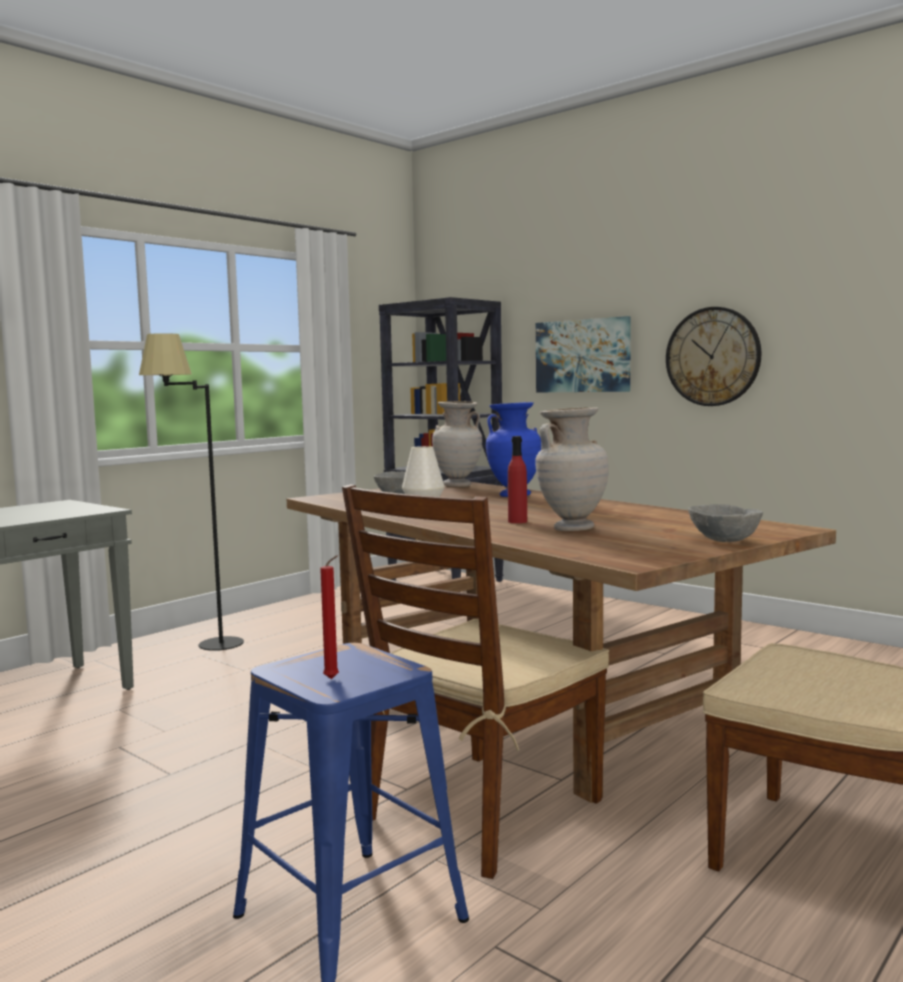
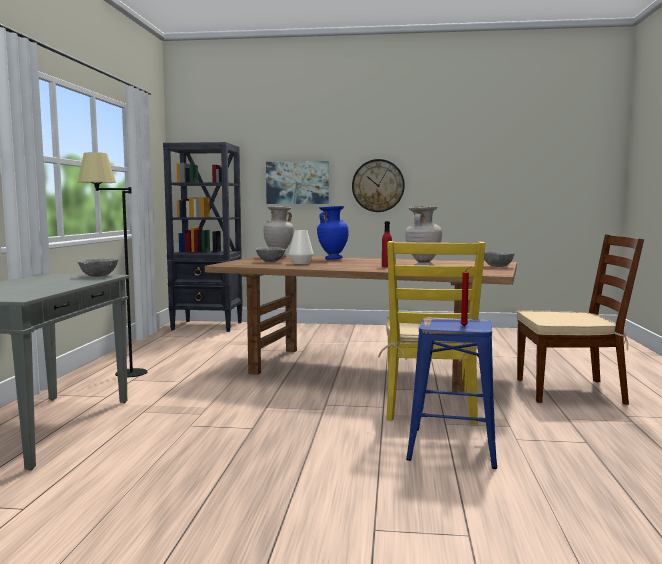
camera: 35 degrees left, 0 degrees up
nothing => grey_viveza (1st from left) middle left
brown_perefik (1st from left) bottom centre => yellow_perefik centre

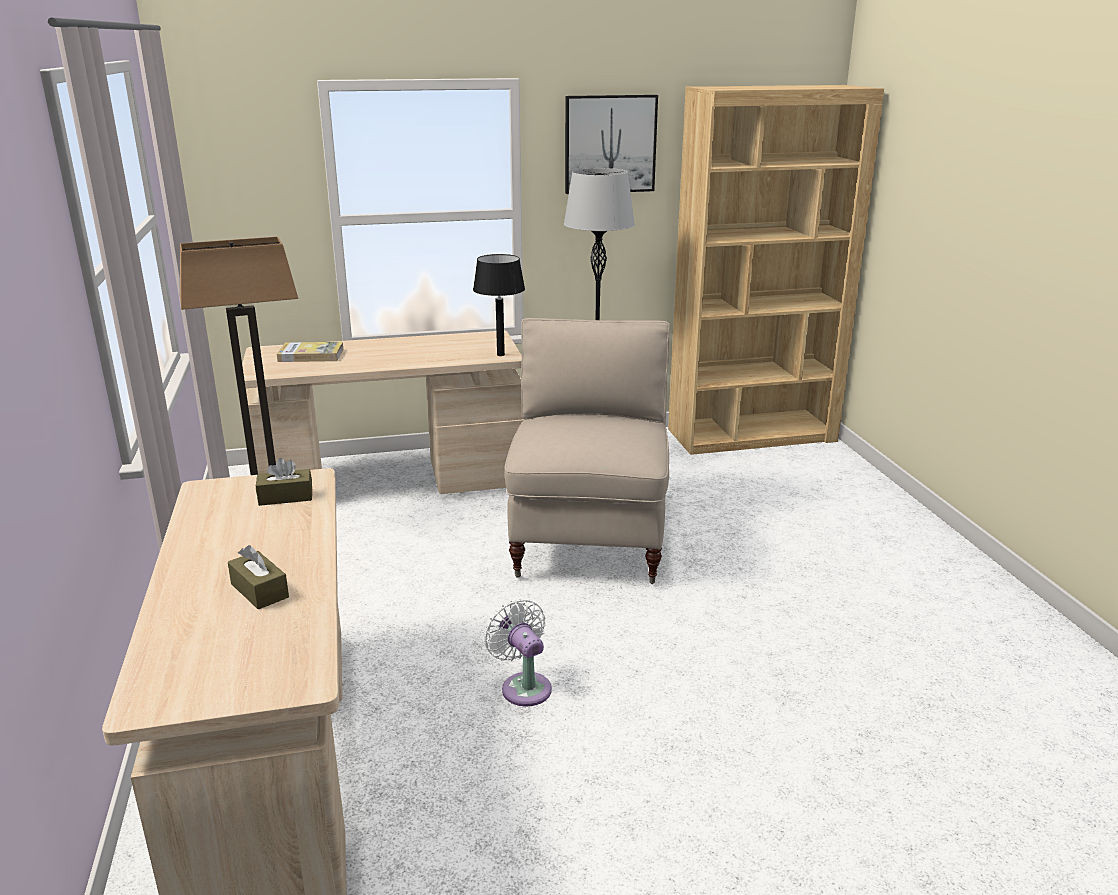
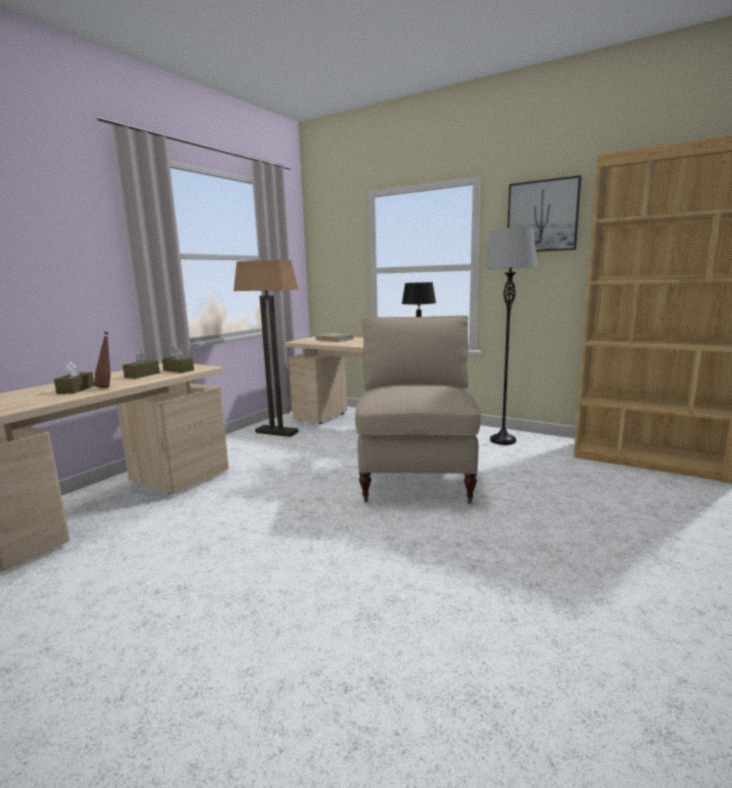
camera: 45 degrees right, 10 degrees down
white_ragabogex bottom centre => nothing
nothing => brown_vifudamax middle left
nothing => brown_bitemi (2nd from left) middle left
beige_perefik centre, 45 degrees counterclockwise

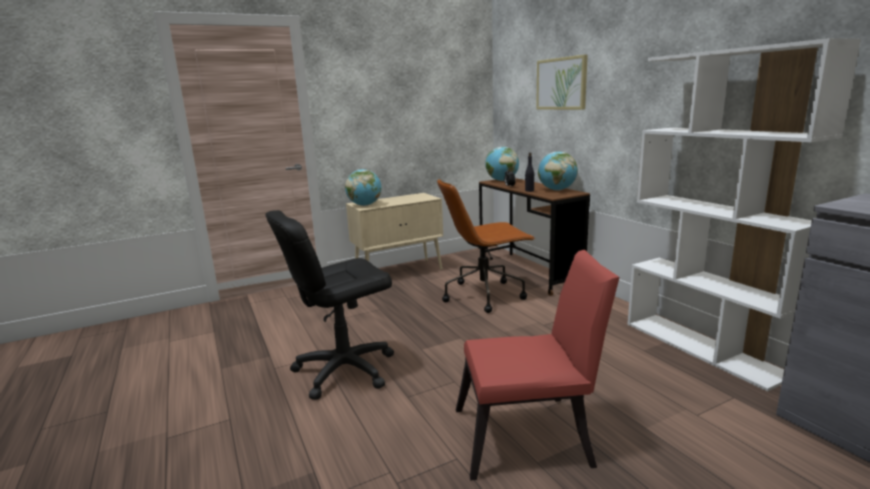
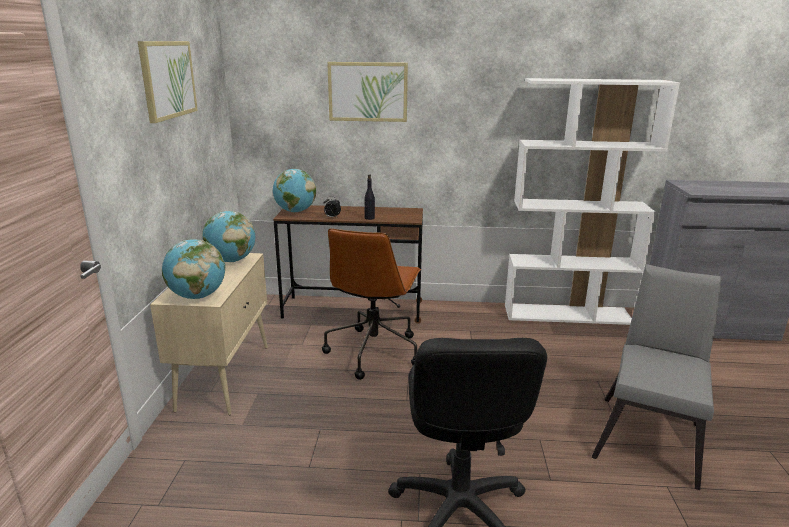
camera: 60 degrees left, 5 degrees up
nothing => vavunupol (1st from left) top left
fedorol (3rd from left in the first image) centre => fedorol (2nd from left) middle left, move
red_perefik bottom centre => grey_perefik bottom right

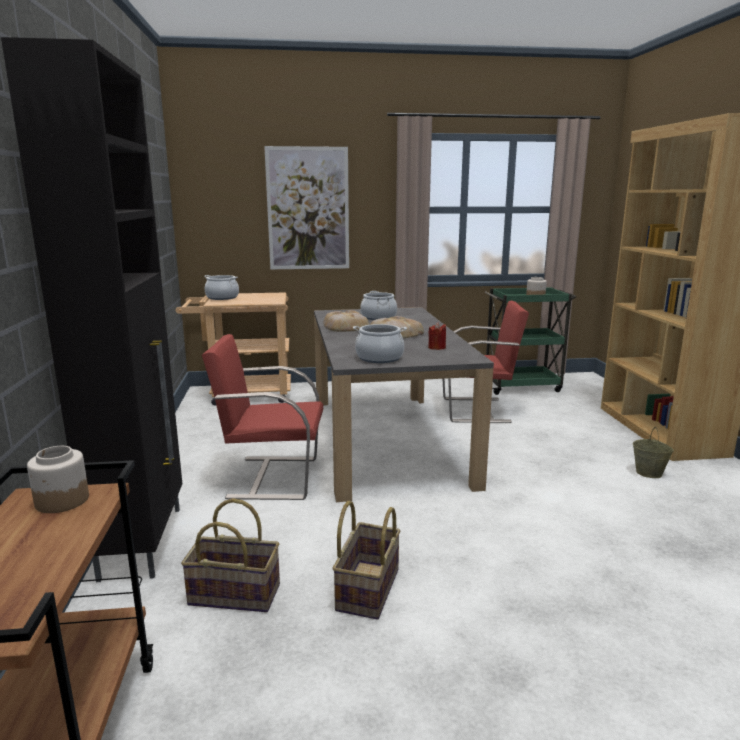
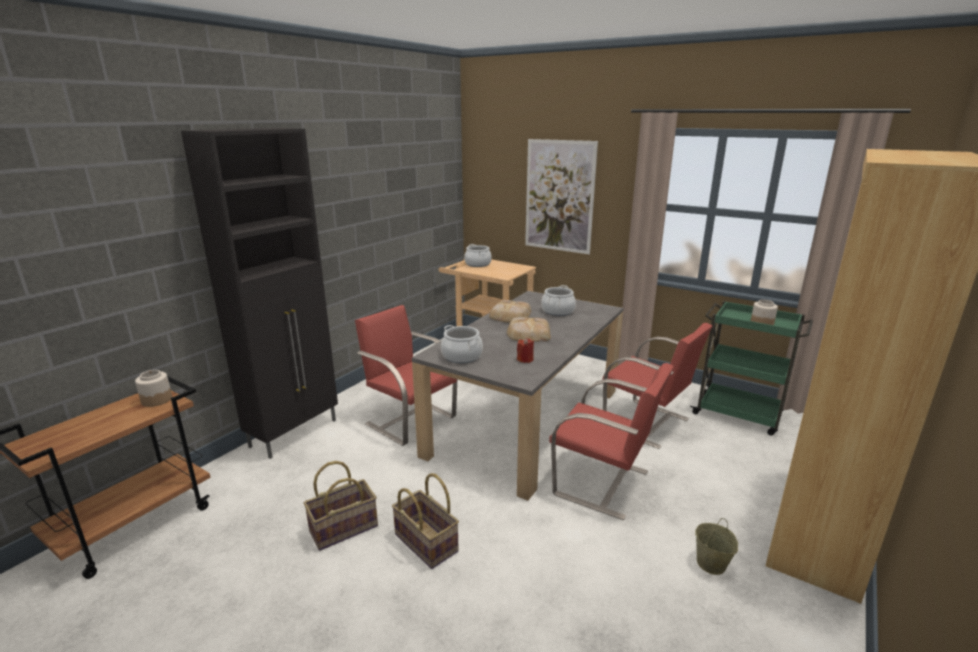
camera: 40 degrees right, 5 degrees up
nothing => red_perefik (2nd from left) bottom centre
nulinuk (1st from left in the first image) bottom left => nulinuk (2nd from left) bottom centre, move

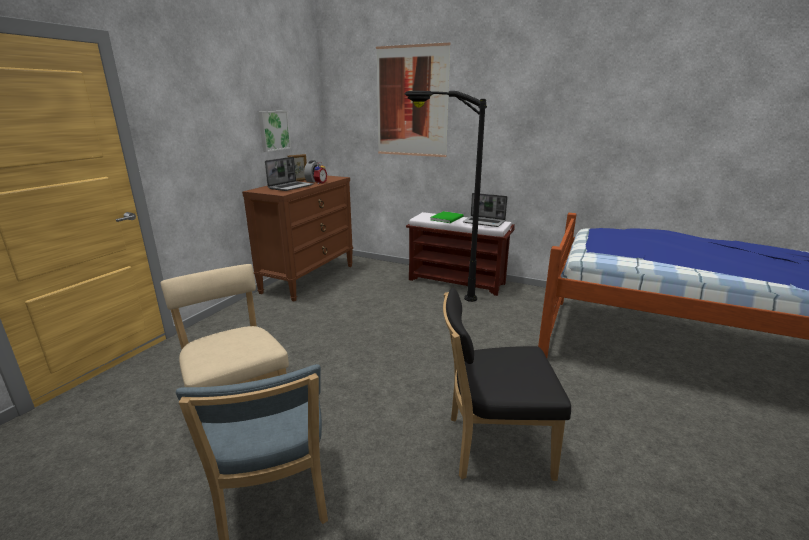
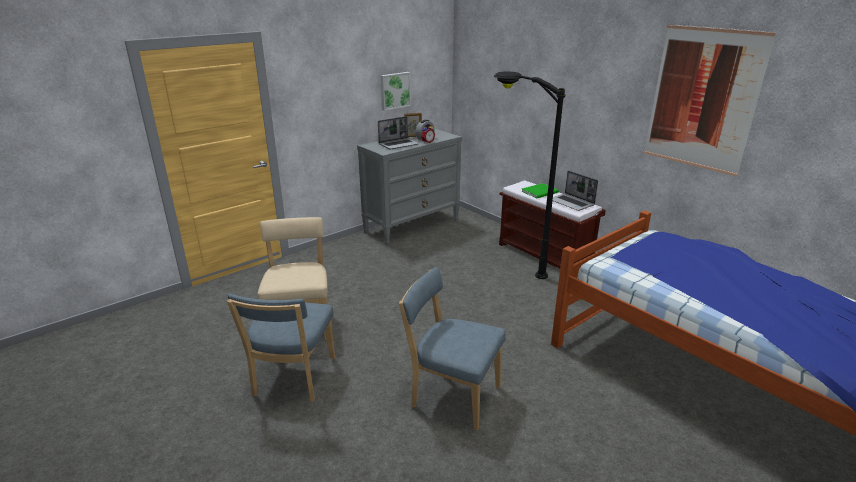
camera: 25 degrees right, 5 degrees up
vavunupol (2nd from left) top centre => vavunupol (2nd from left) top right, move
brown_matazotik centre => grey_matazotik centre
black_perefik bottom centre => blue_perefik (2nd from left) bottom centre

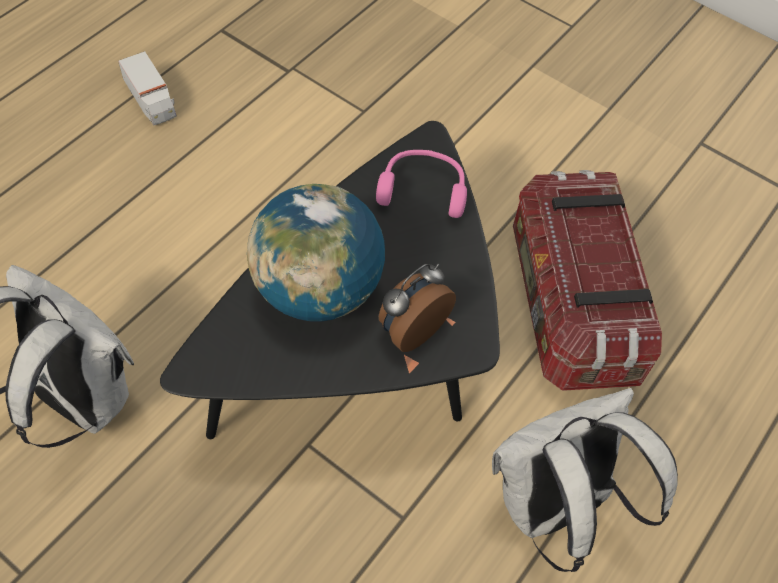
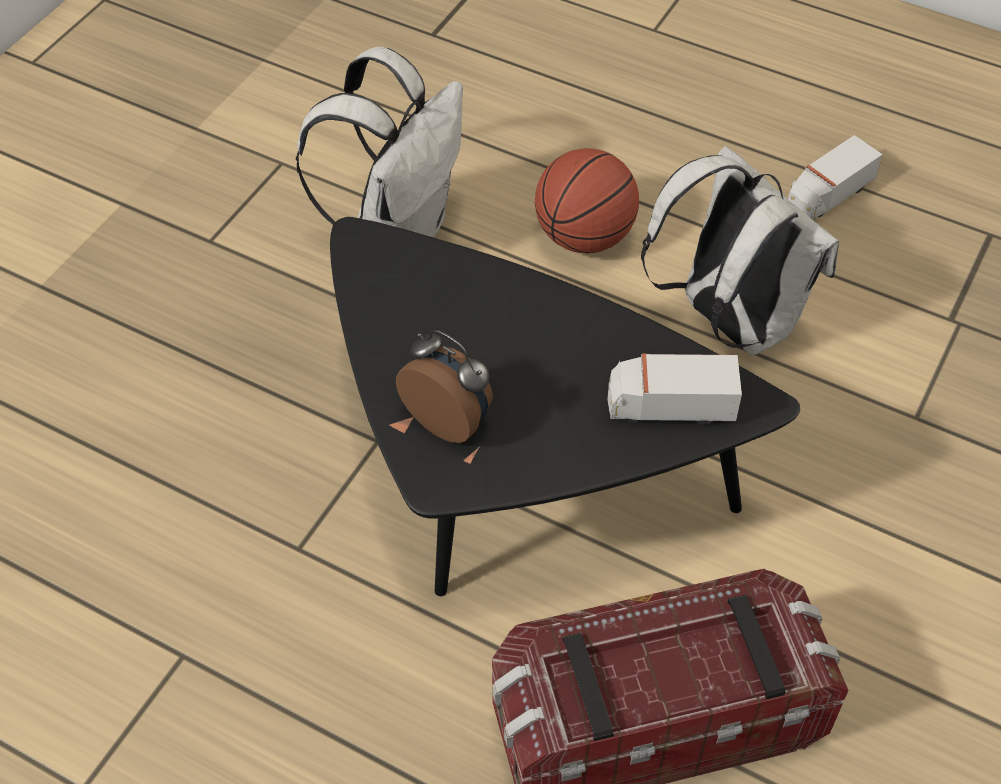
camera: 85 degrees right, 5 degrees down
fedorol centre => nothing
nothing => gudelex top centre
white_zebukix (2nd from left) bottom right => white_zebukix (2nd from left) top right, move
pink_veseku top centre => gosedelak (1st from left) middle right

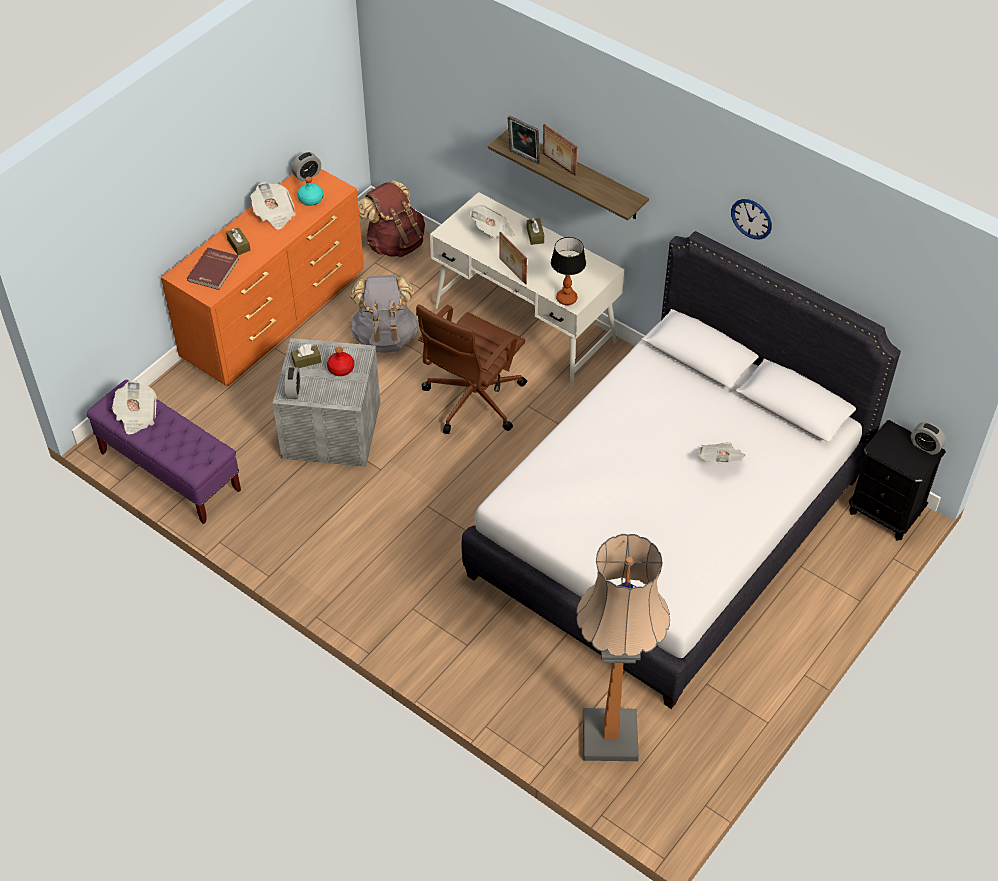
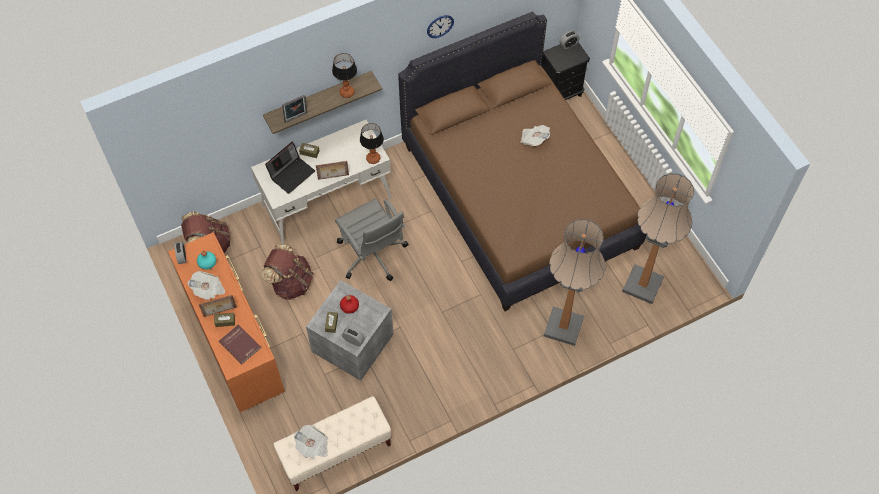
camera: 65 degrees left, 10 degrees up
nothing => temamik (1st from left) top centre
nothing => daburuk (1st from left) centre
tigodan (3rd from left in the first image) top centre => tigodan (1st from left) middle left, move
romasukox (3rd from left) top centre => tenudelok middle left
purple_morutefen middle left => beige_morutefen bottom centre
grey_zebukix centre => brown_zebukix (2nd from left) middle left
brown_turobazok centre => grey_turobazok centre
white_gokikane middle right => brown_gokikane top centre

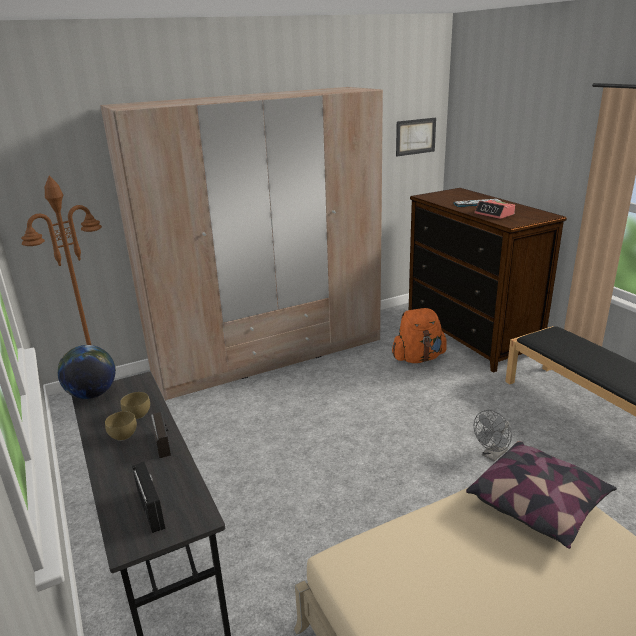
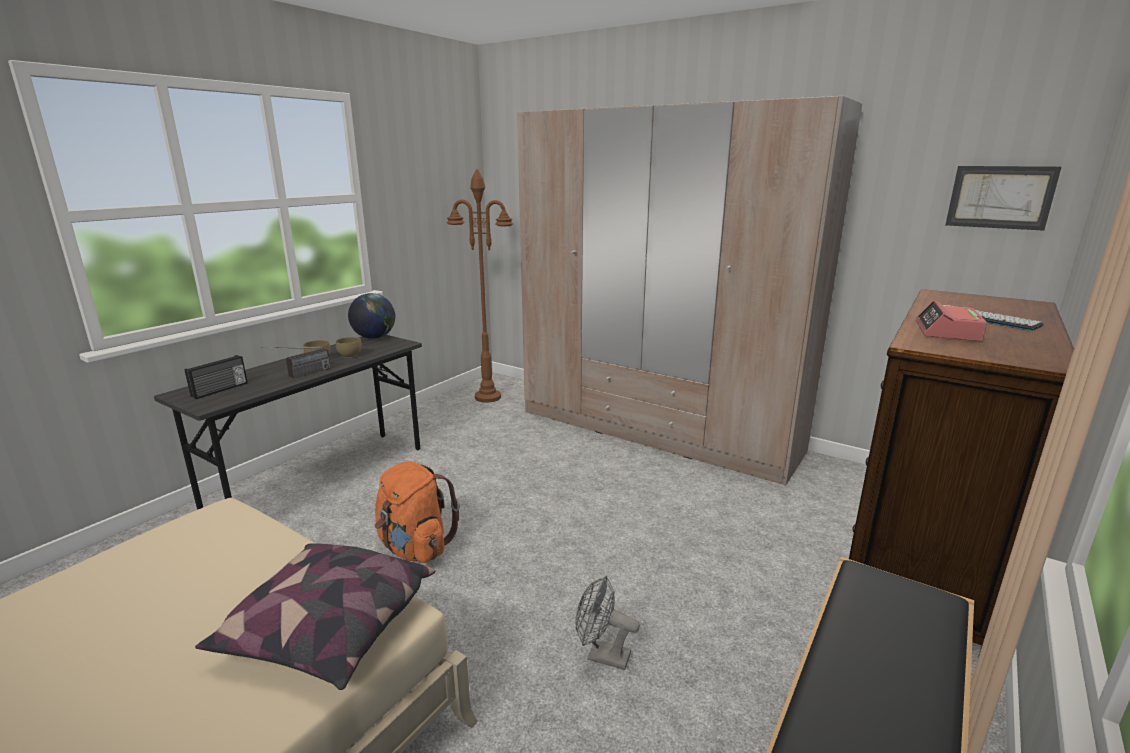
camera: 60 degrees right, 5 degrees down
orange_zebukix centre => orange_zebukix bottom centre, move

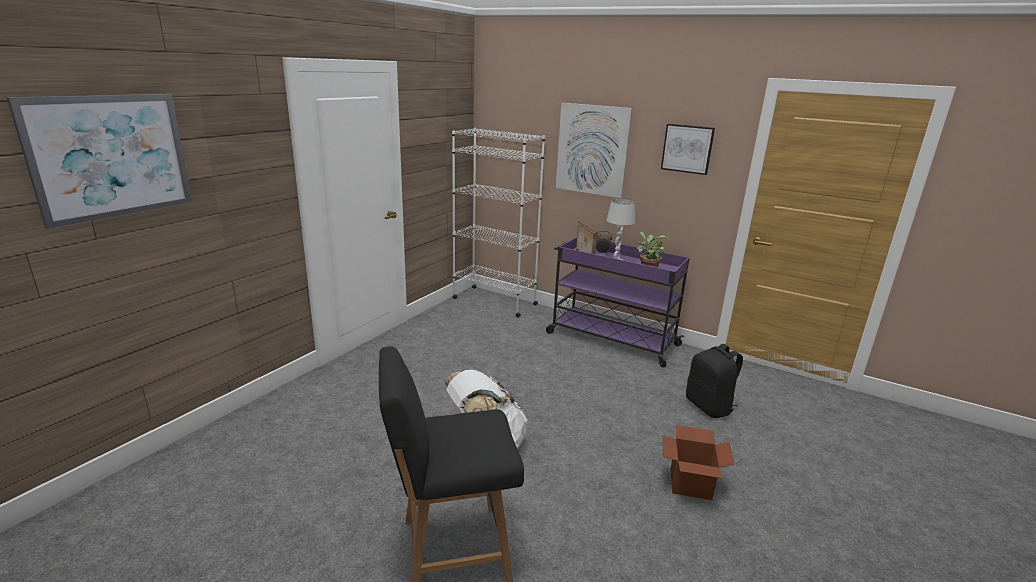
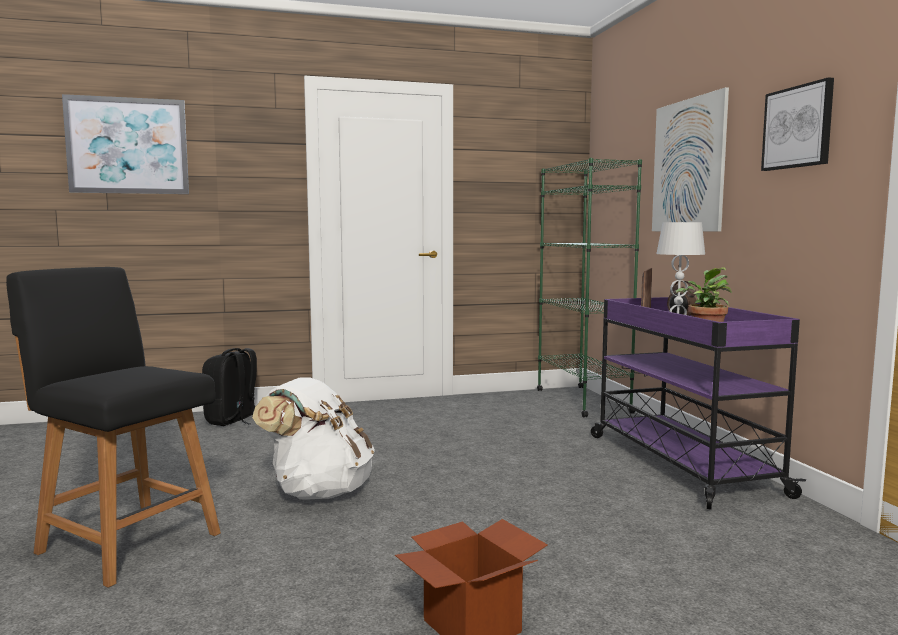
camera: 45 degrees right, 15 degrees down
black_zebukix middle right => black_zebukix middle left, move
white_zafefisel centre => green_zafefisel centre

